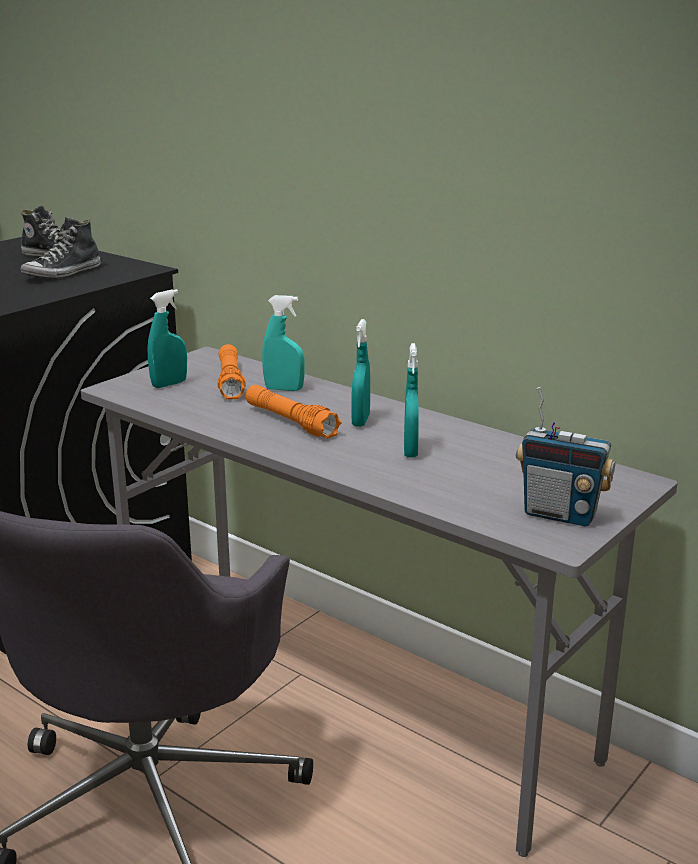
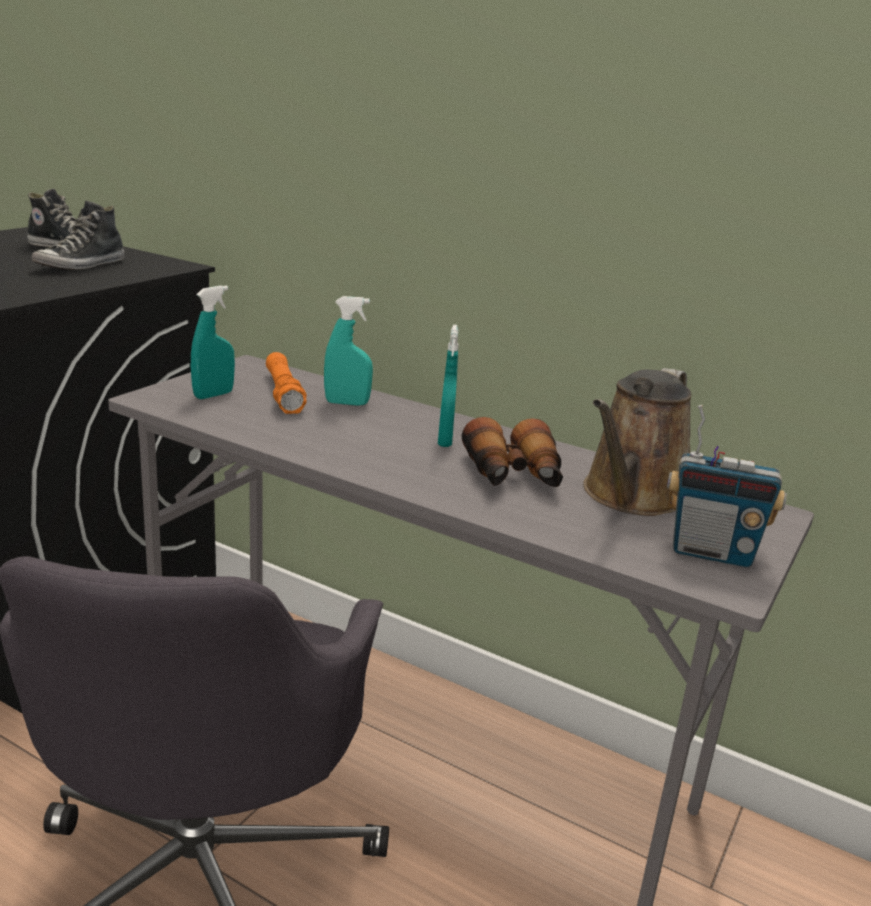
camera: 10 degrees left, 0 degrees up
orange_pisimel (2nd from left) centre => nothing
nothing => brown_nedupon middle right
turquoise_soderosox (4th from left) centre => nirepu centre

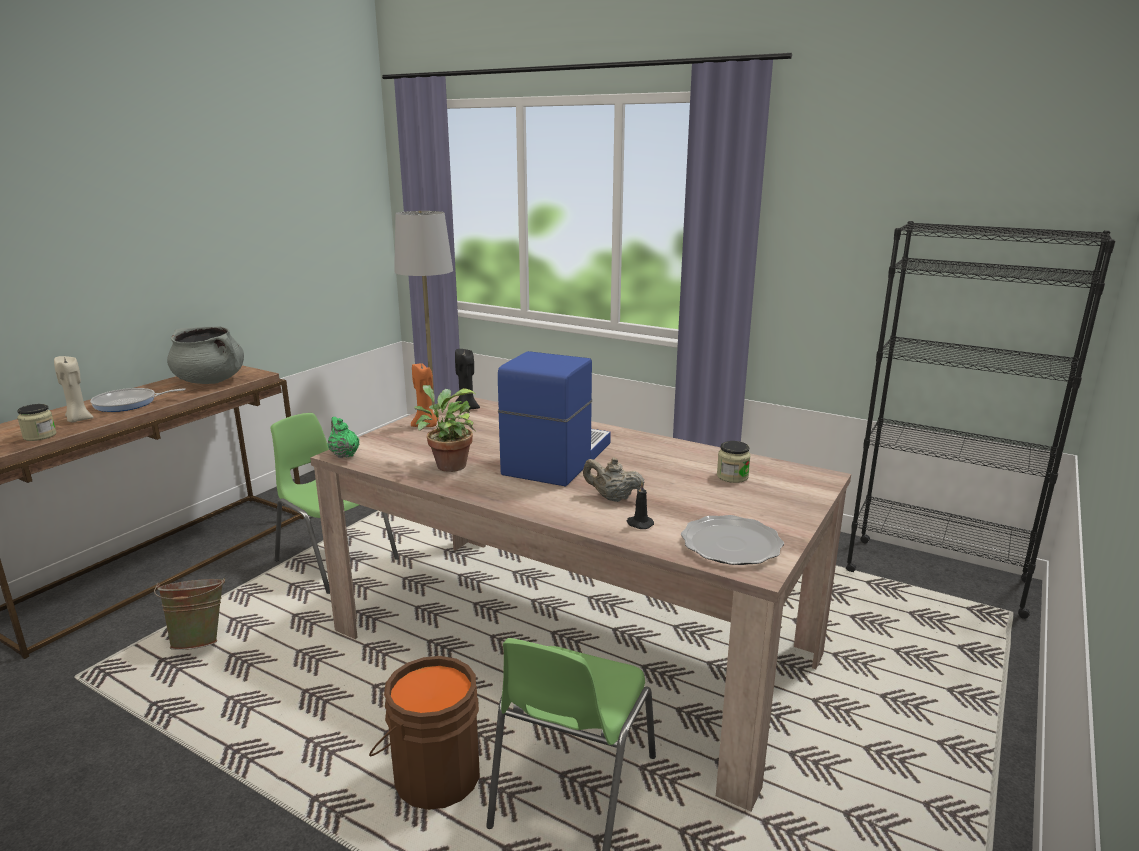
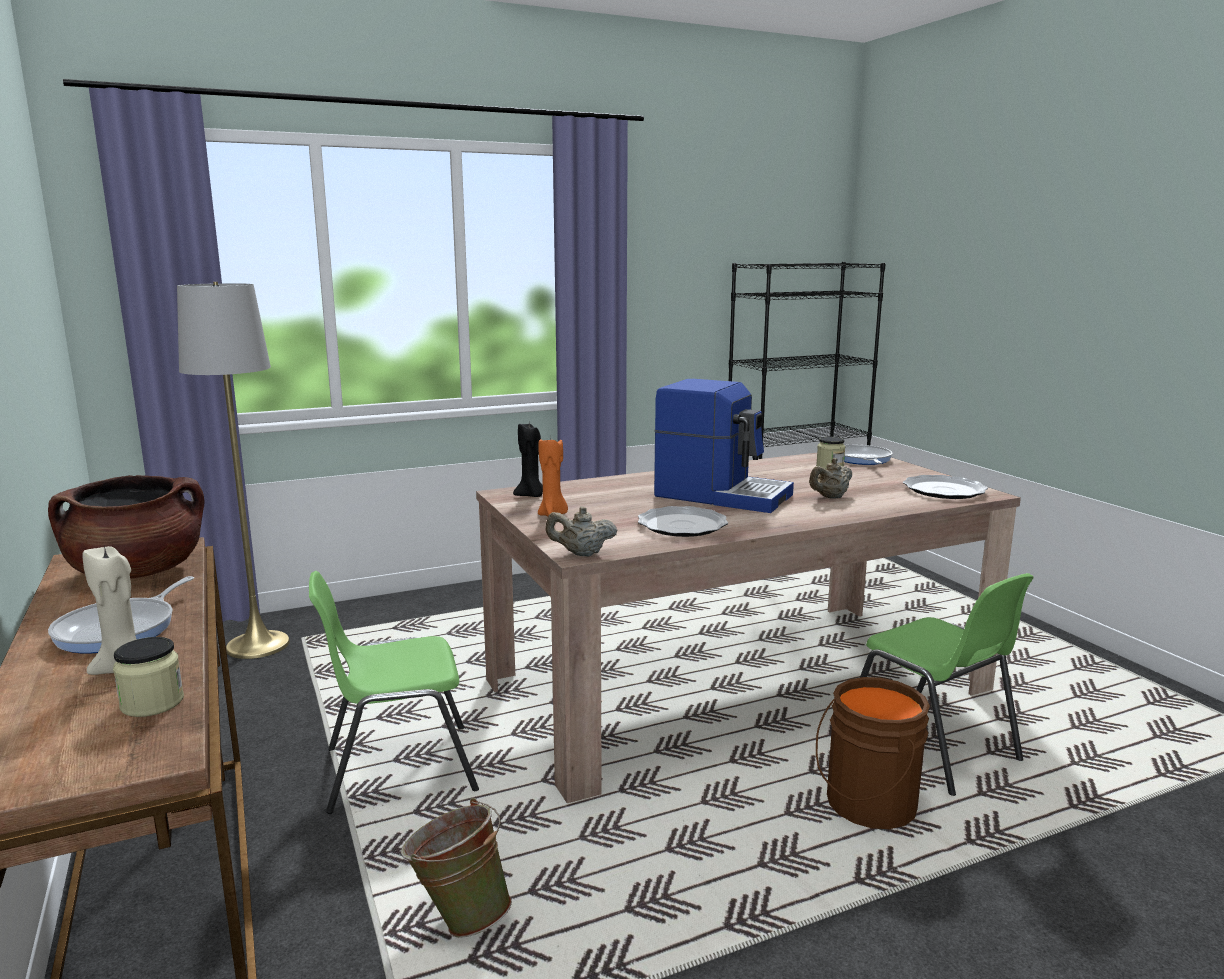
camera: 55 degrees left, 5 degrees down
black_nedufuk (2nd from left) centre => nothing
nothing => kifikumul (2nd from left) middle right
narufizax centre => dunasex (1st from left) centre
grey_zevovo middle left => brown_zevovo middle left
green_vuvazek middle left => beige_vuvazek (1st from left) centre
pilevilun centre, 150 degrees clockwise

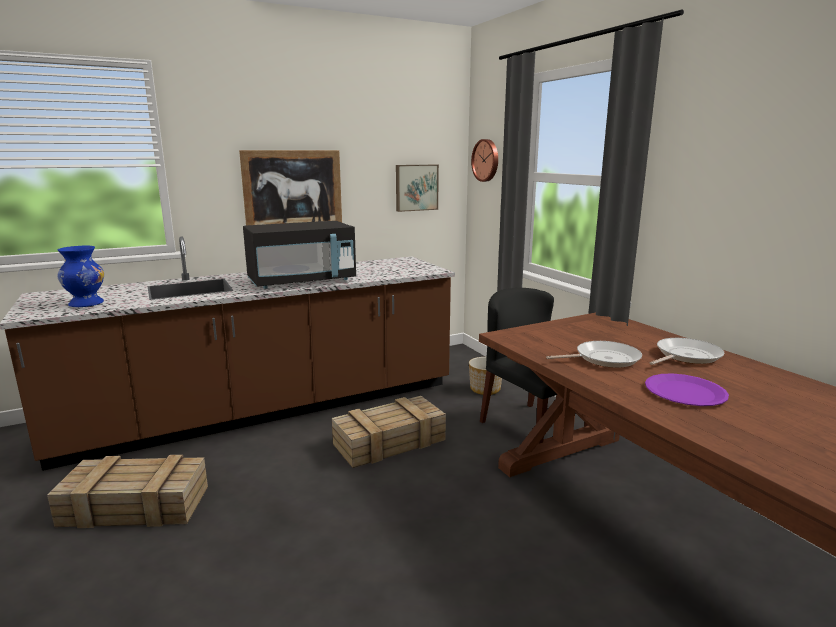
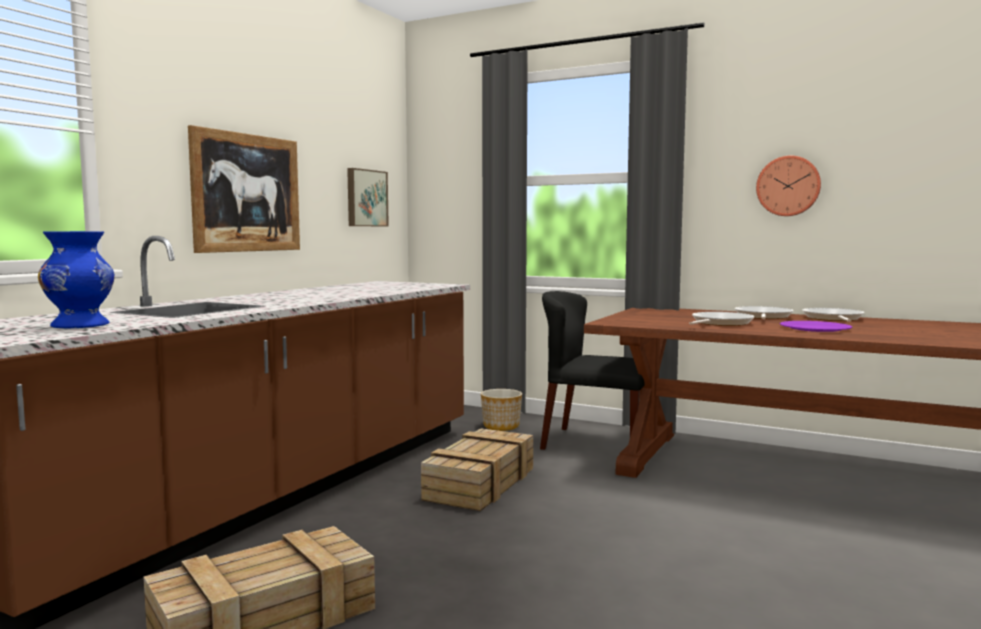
camera: 35 degrees left, 10 degrees down
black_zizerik centre => nothing
nothing => kifikumul (3rd from left) middle right
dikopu top centre => dikopu top right, move

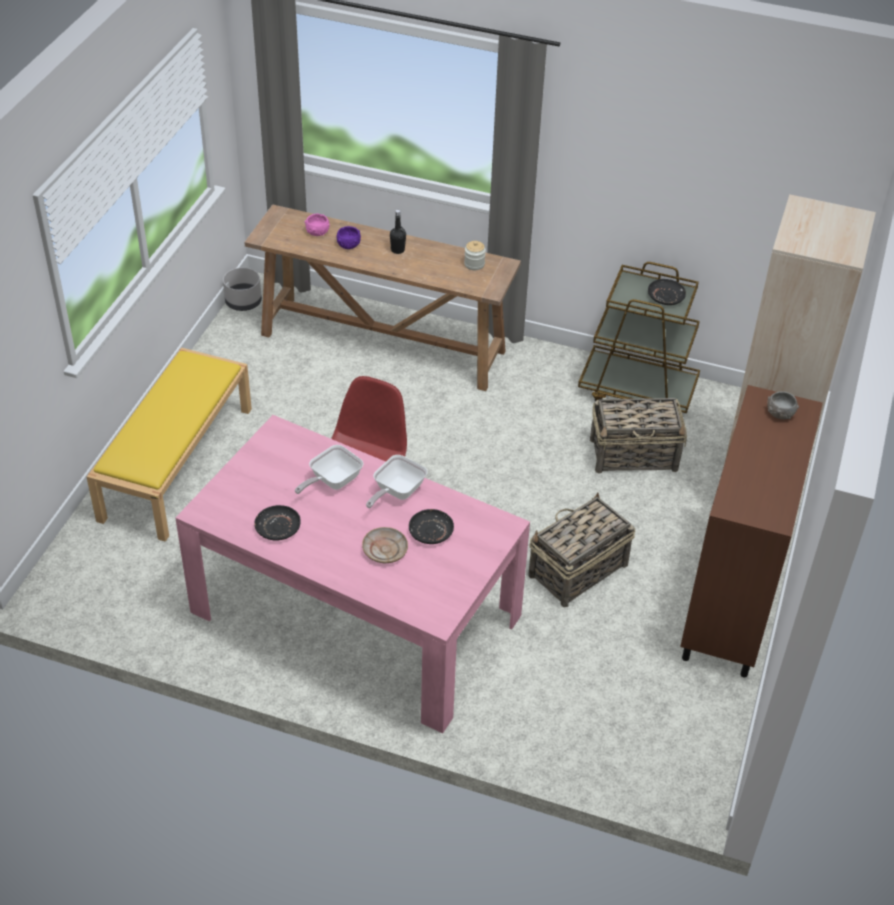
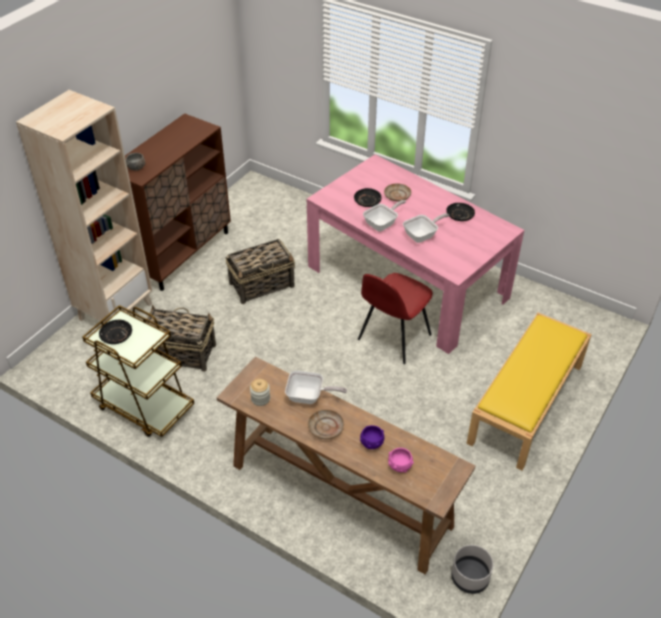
camera: 165 degrees left, 0 degrees up
nothing => kifikumul (1st from left) centre
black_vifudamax top centre => beige_dunasex (1st from left) bottom centre

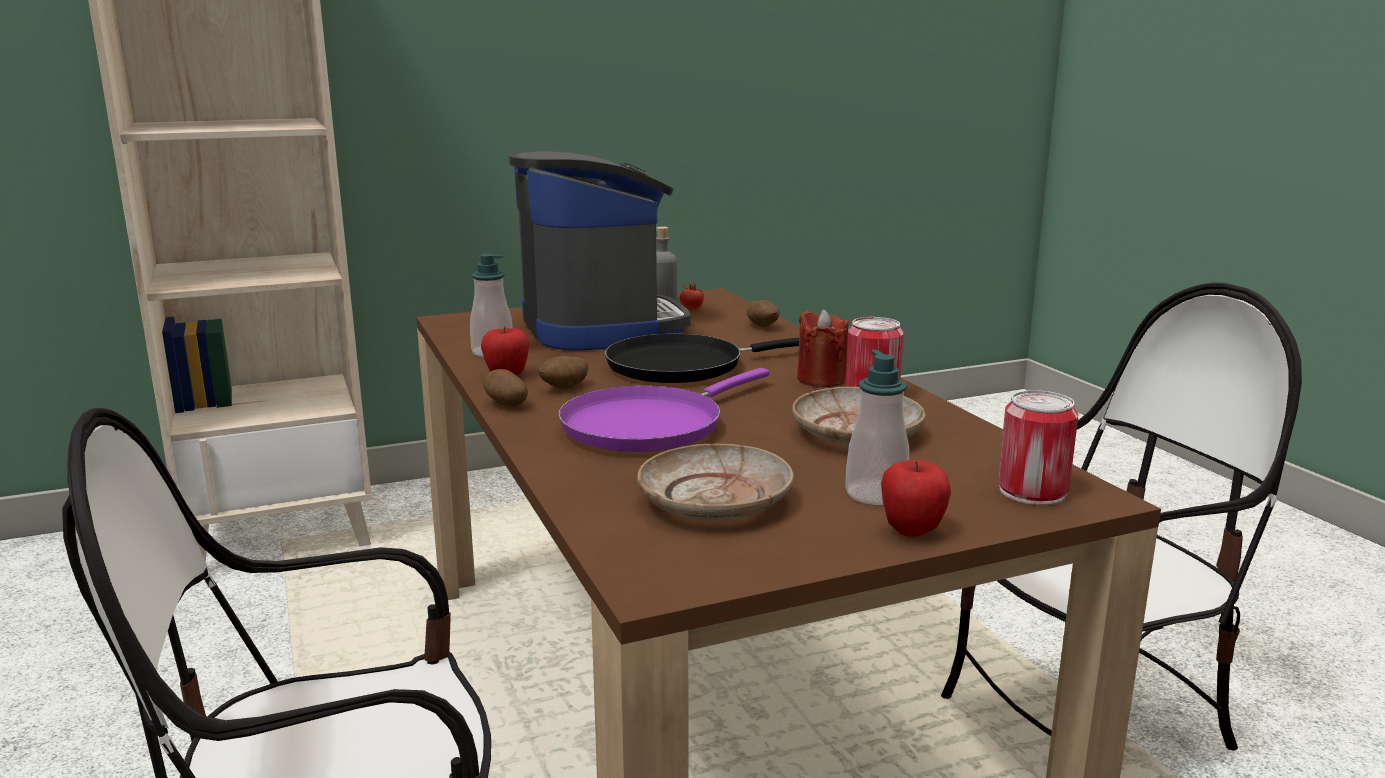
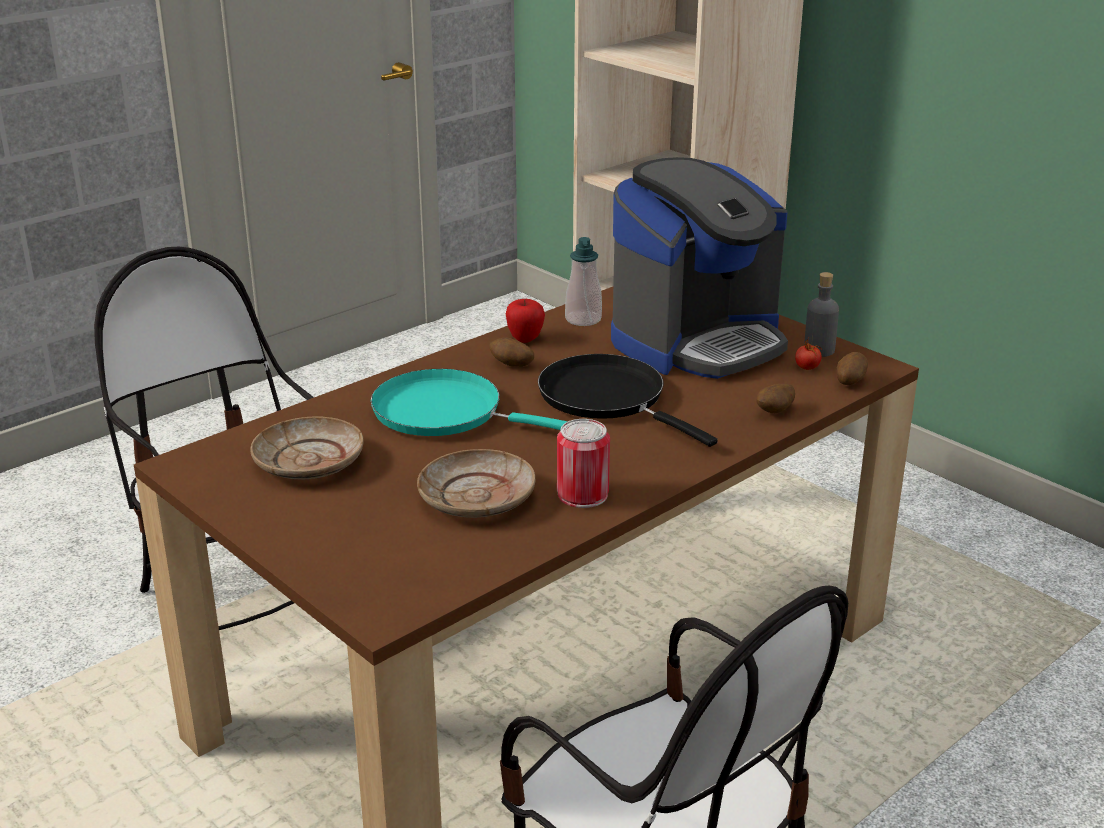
camera: 70 degrees right, 10 degrees up
red_nedufuk centre => nothing
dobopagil (2nd from left) centre => nothing
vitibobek (2nd from left) centre => nothing
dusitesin (2nd from left) middle right => nothing
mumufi (1st from left in the first image) centre => mumufi (3rd from left) middle right, move
purple_kifikumul centre => turquoise_kifikumul centre

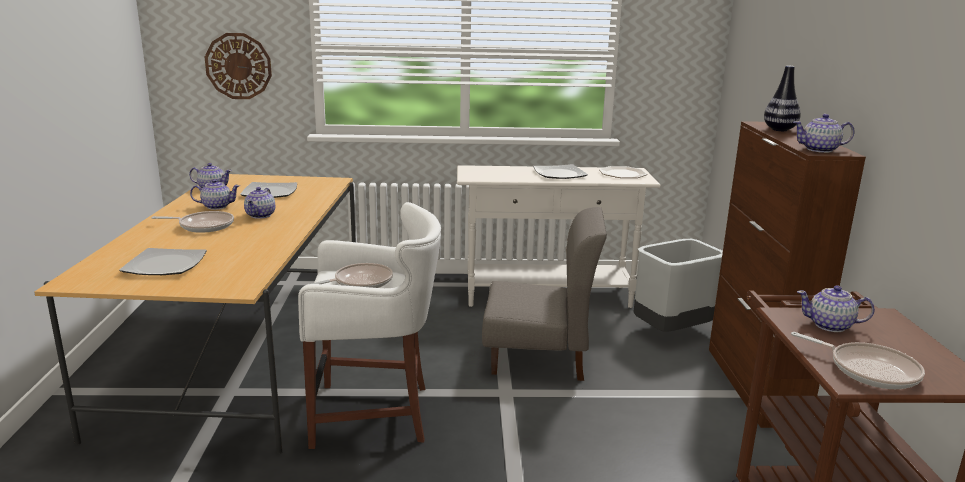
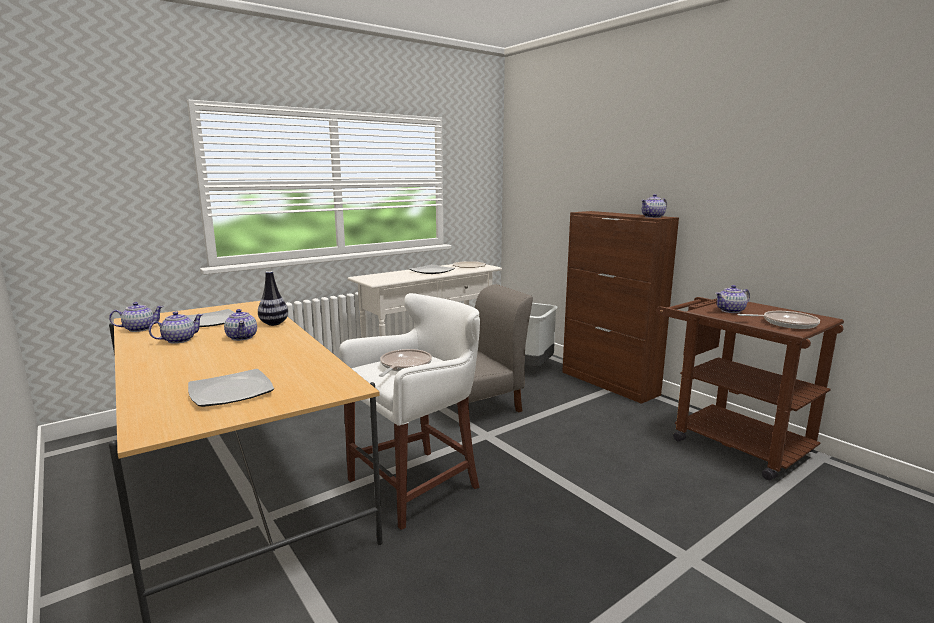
camera: 35 degrees left, 5 degrees down
kifikumul (1st from left) middle left => nothing
dikopu top left => nothing
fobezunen top right => fobezunen middle left, move

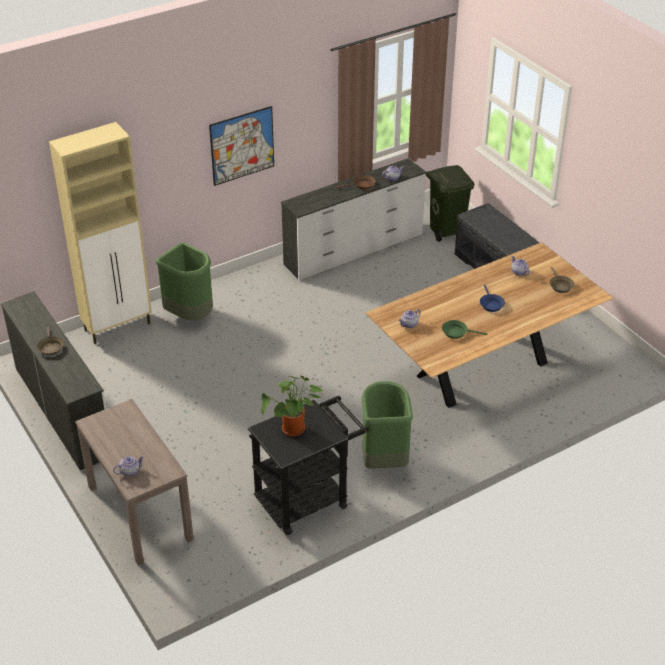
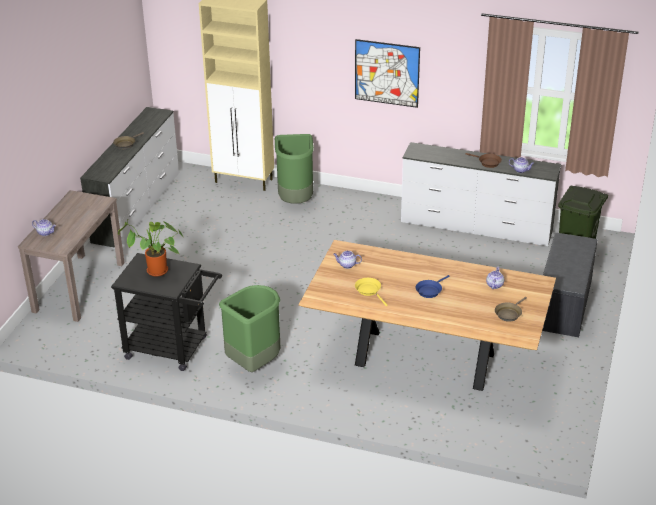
camera: 50 degrees right, 5 degrees down
green_kifikumul middle right => yellow_kifikumul centre

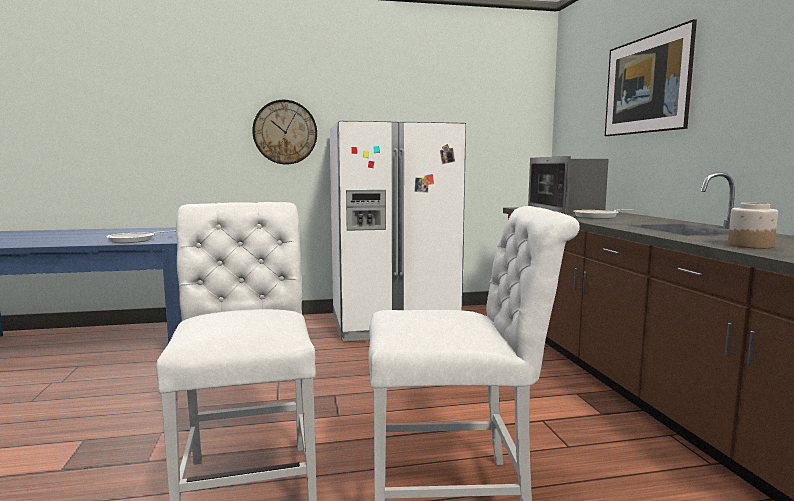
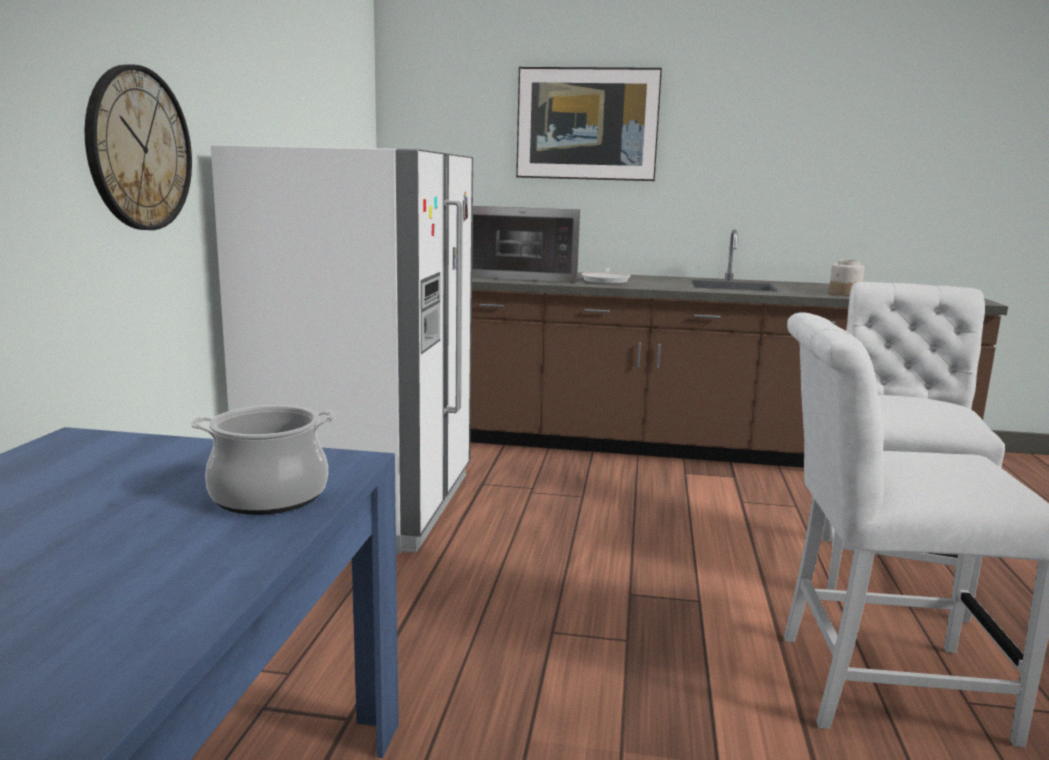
camera: 70 degrees left, 5 degrees up
kifikumul (1st from left) middle left => zevovo middle left

